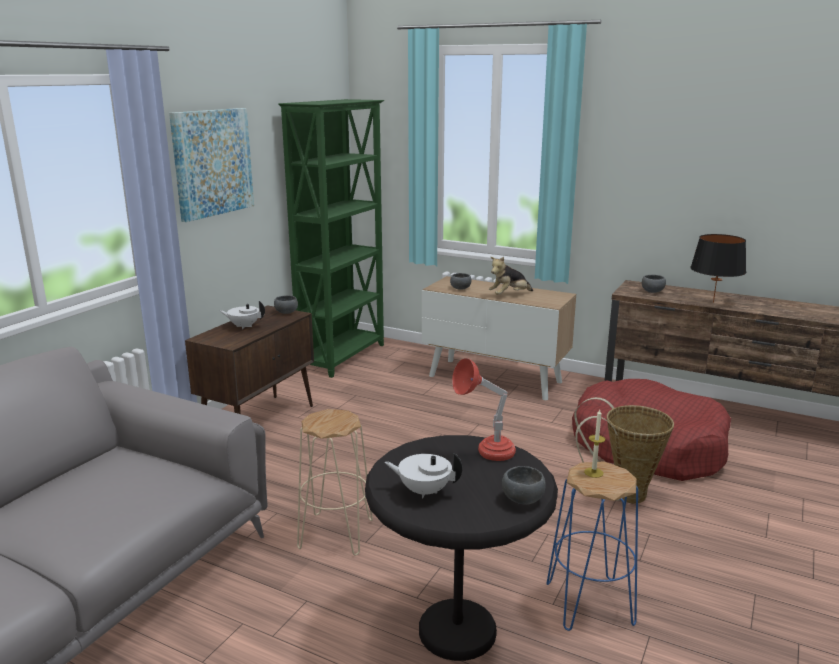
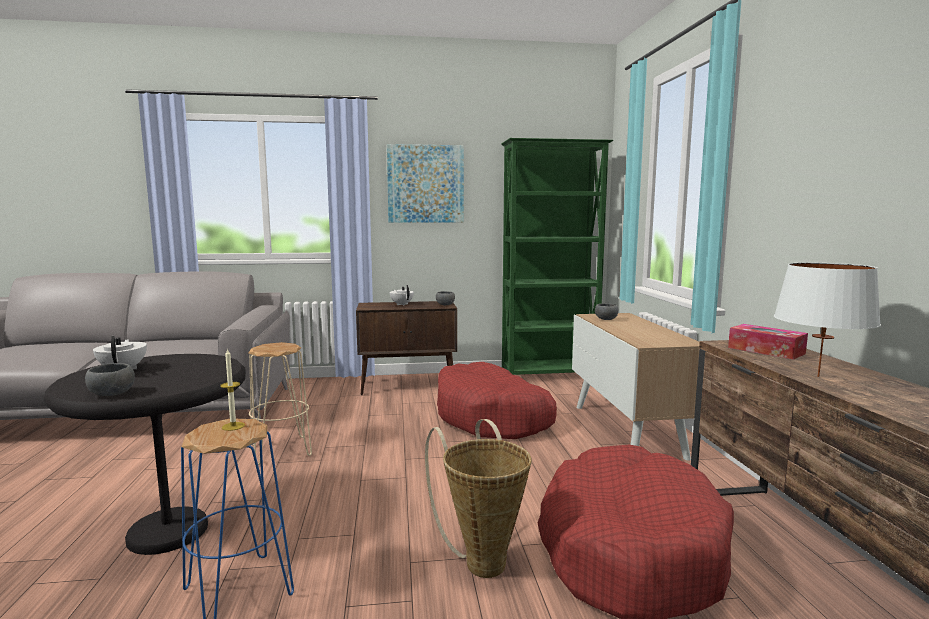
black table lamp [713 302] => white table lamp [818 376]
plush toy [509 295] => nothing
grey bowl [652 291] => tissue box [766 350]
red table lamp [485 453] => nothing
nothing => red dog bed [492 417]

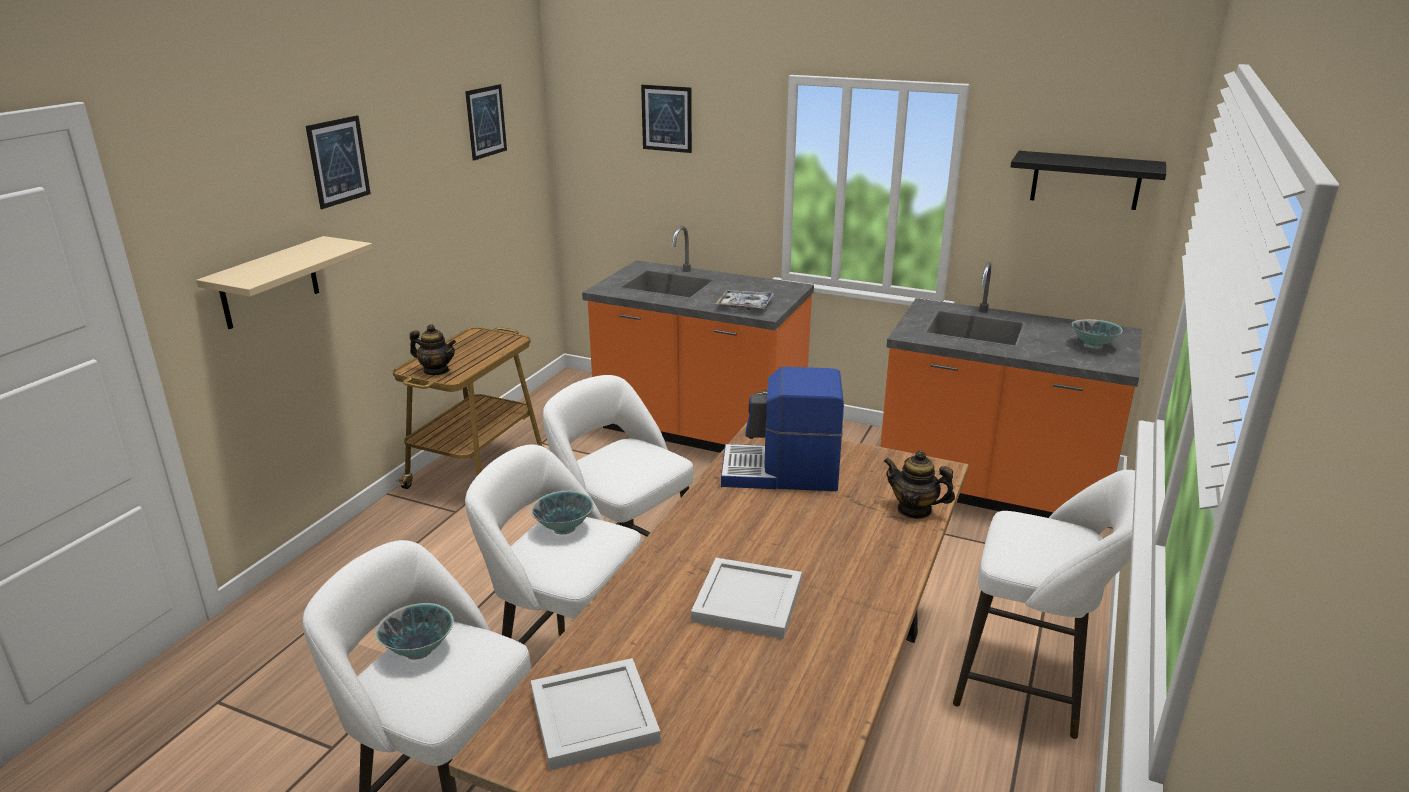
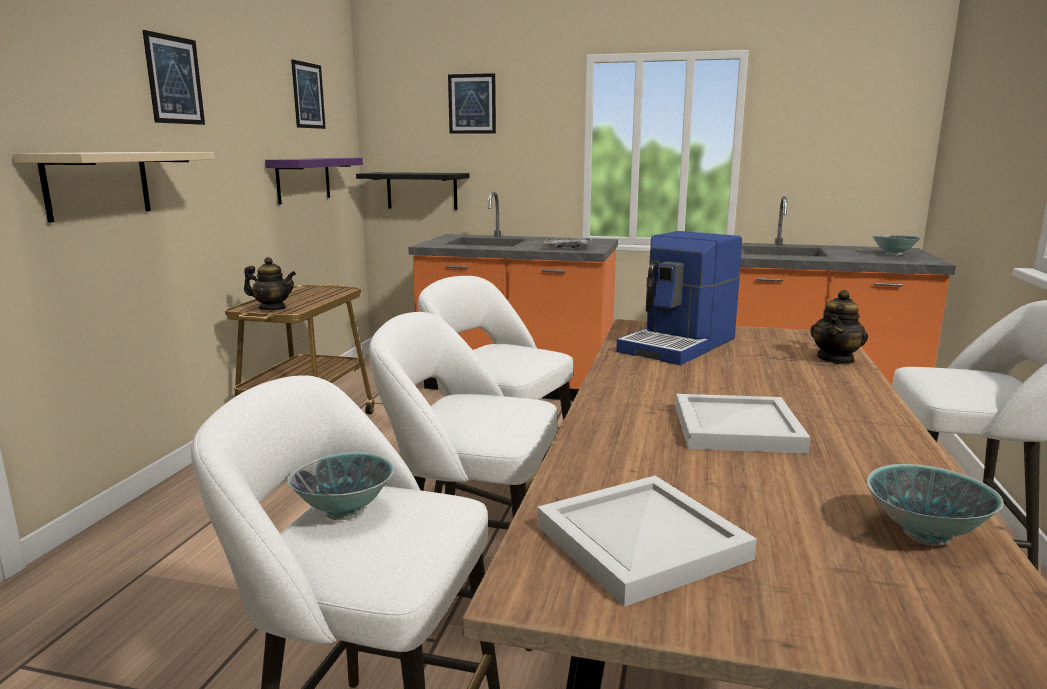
black shelf [1086 180] => black shelf [422 191], move
coffee machine [781 473] => coffee machine [679 345], 45 degrees counterclockwise
teapot [914 510] => teapot [836 359], 75 degrees counterclockwise
bowl [564 528] => bowl [926 534], move
nothing => purple shelf [303 179]

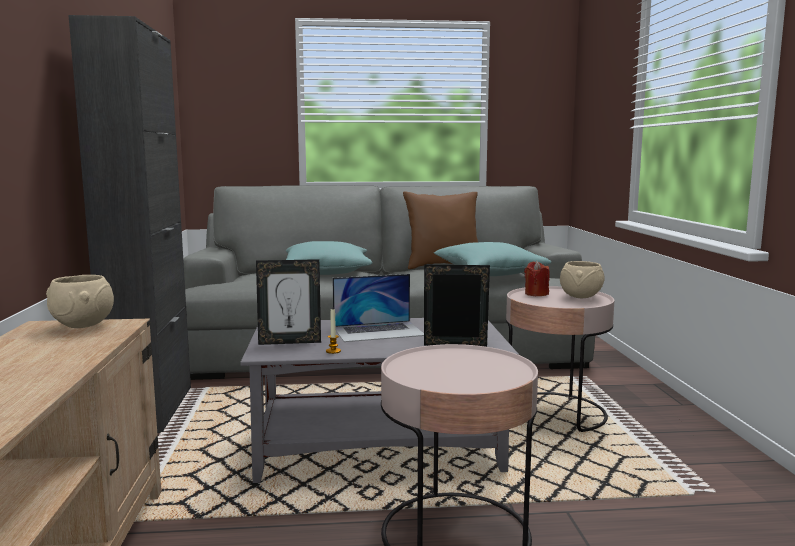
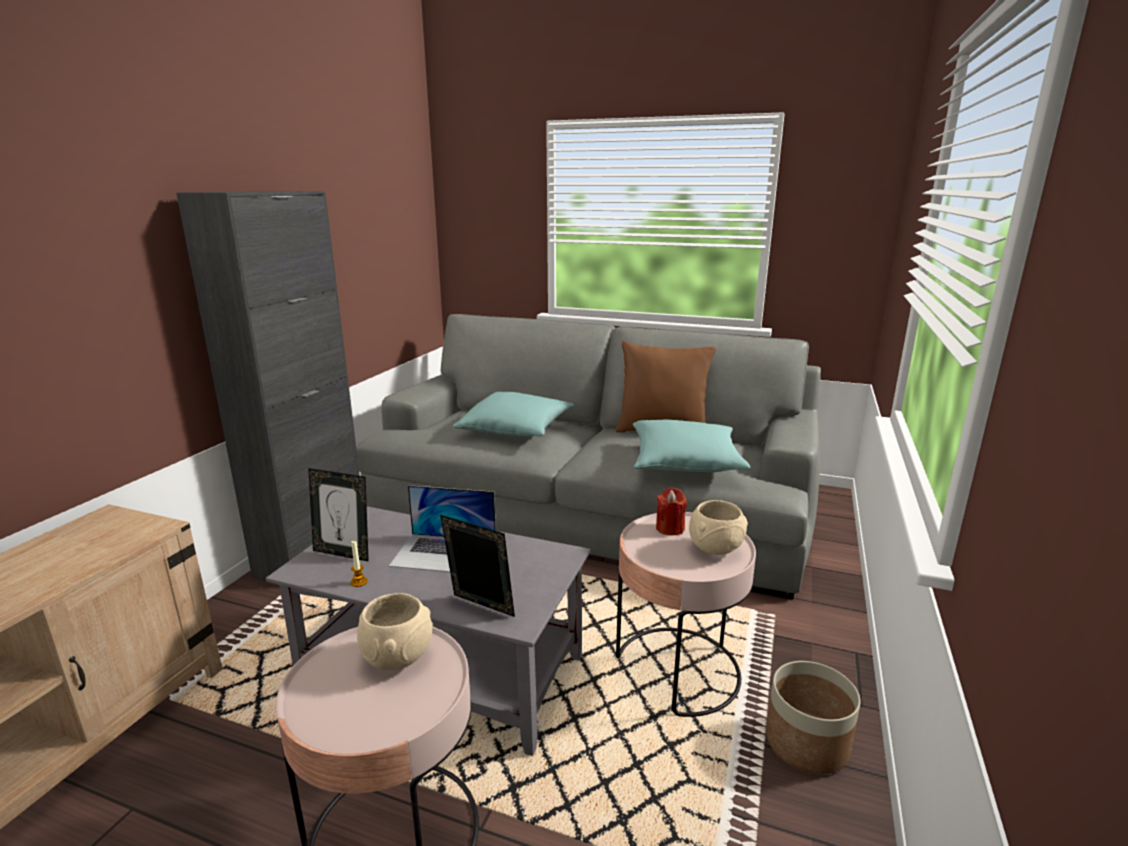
beige bowl [81 326] => beige bowl [396 658], move
nothing => planter [807 743]

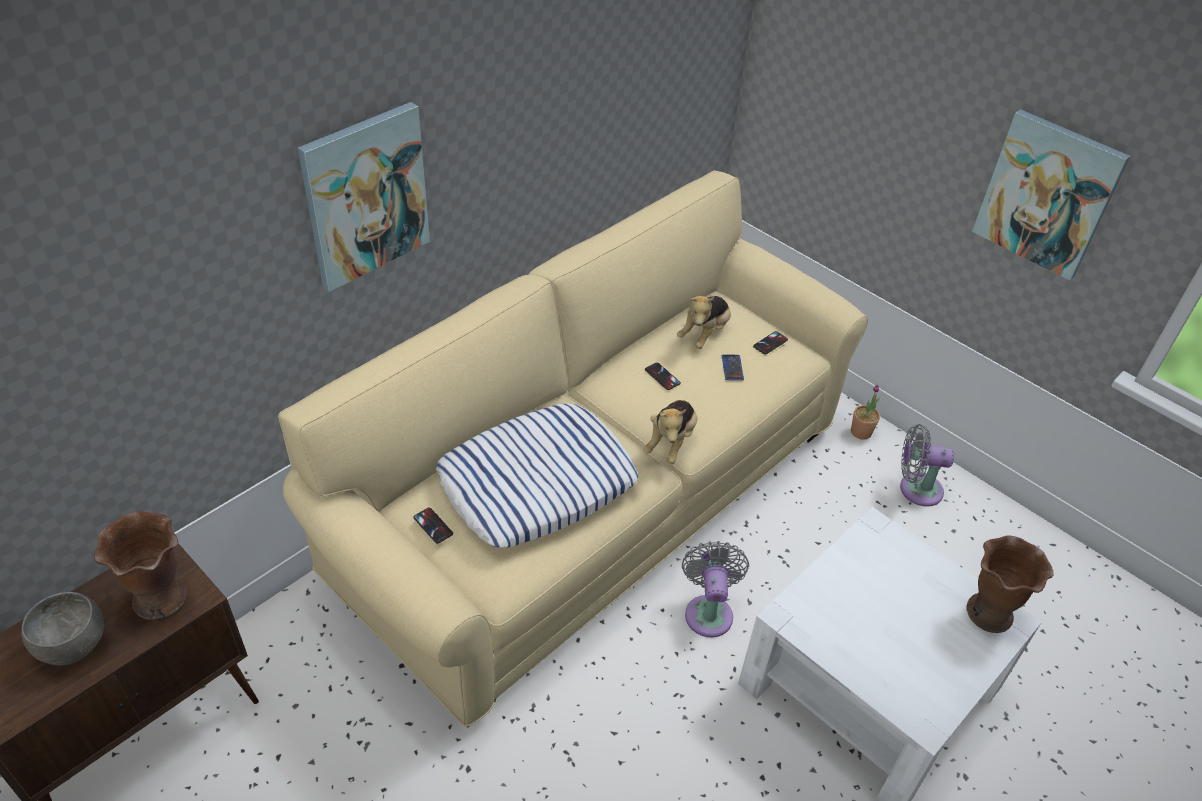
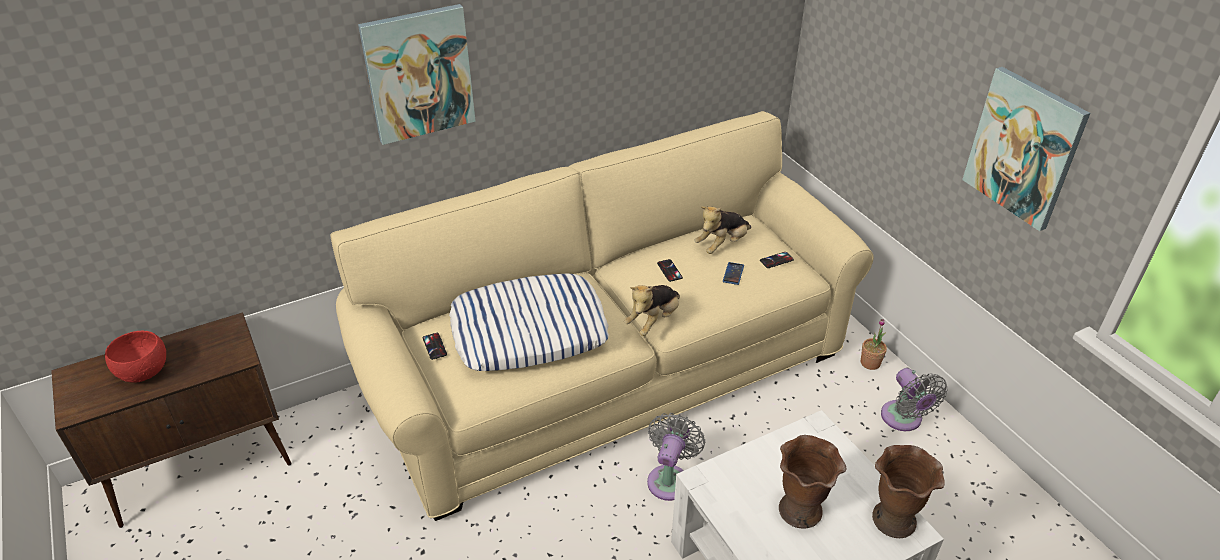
grey fan [916 489] => grey fan [903 419], 135 degrees counterclockwise
brown vase [161 599] => brown vase [800 511], move
grey bowl [75 645] => red bowl [145 372]

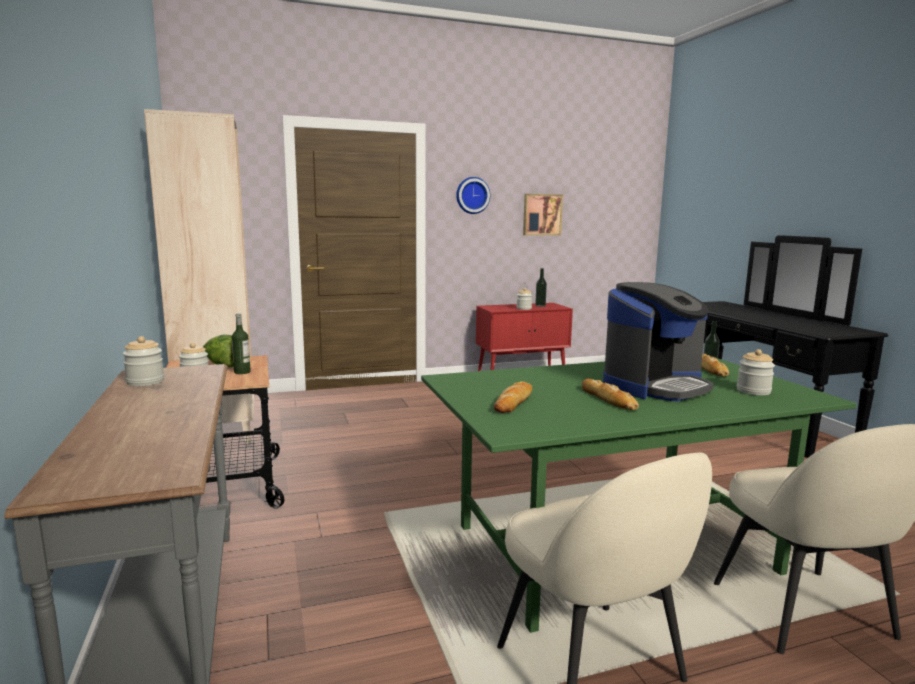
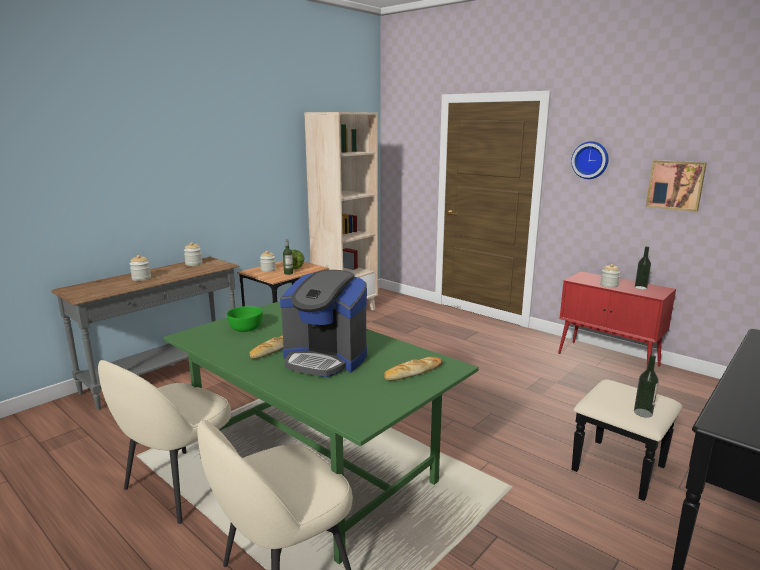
jar [753 391] => jar [141 278], move
bread [514 401] => green bowl [245 328]

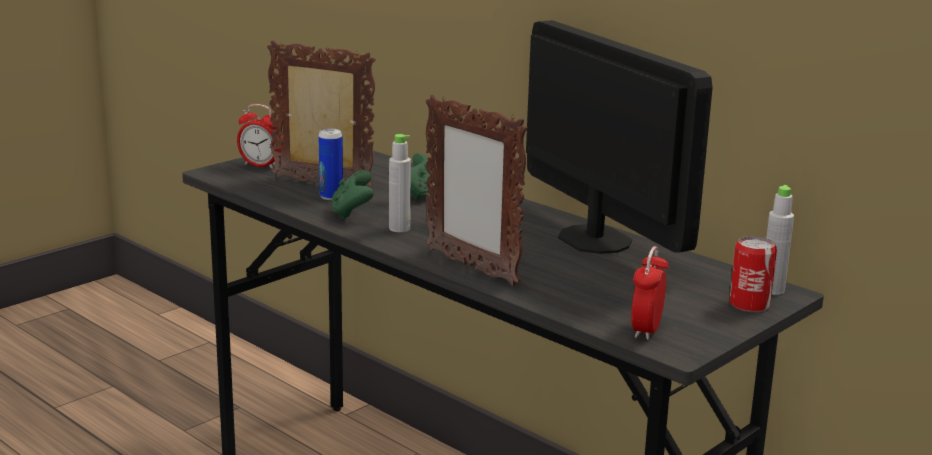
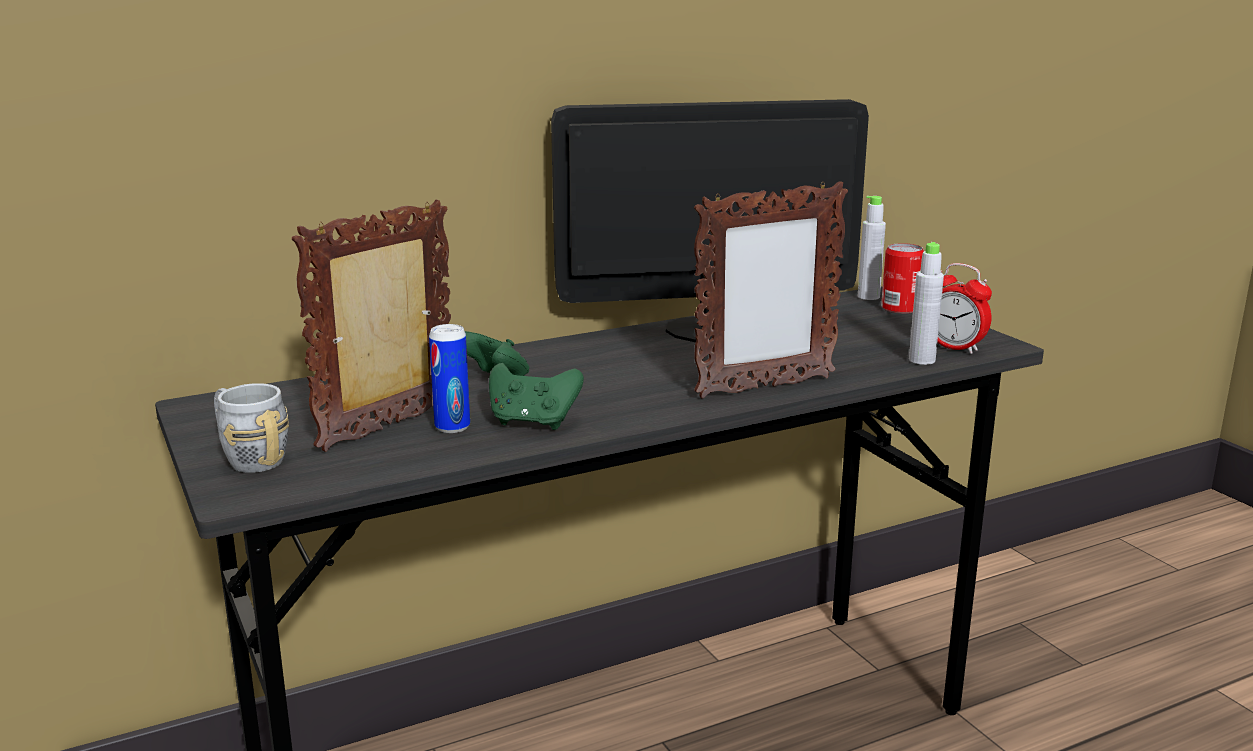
alarm clock [261 165] => grey mug [249 457]
grey bottle [399 228] => grey bottle [922 360], move

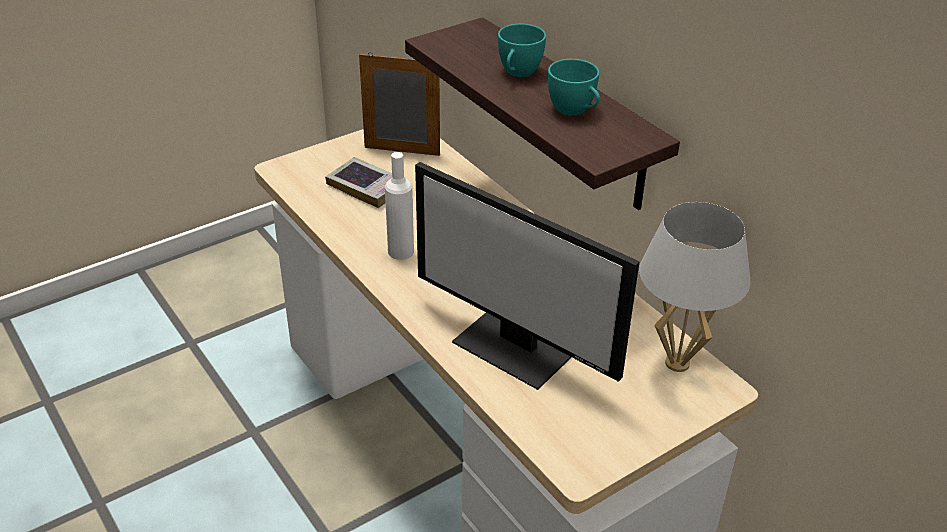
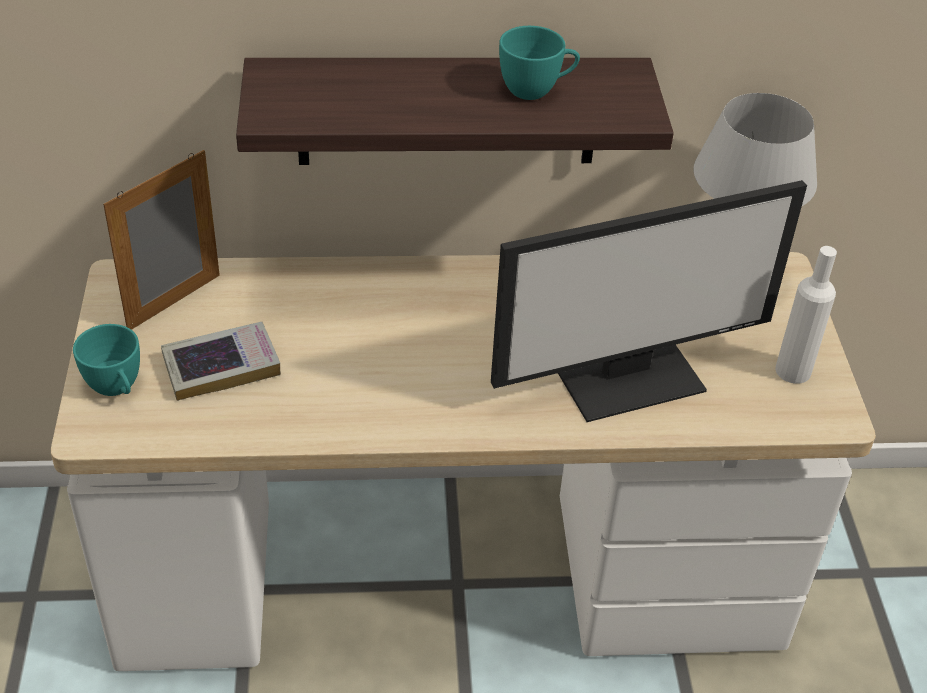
turquoise cup [518 73] => turquoise cup [117 388], move
white bottle [401 251] => white bottle [793 371], move

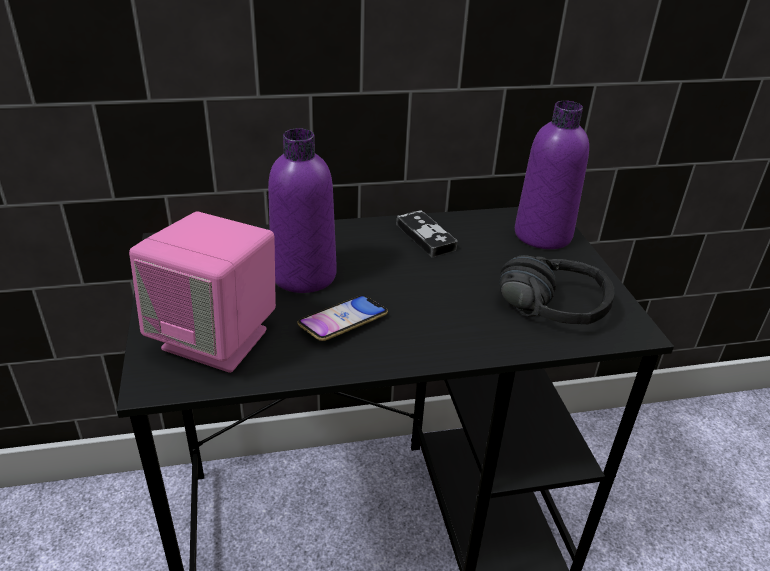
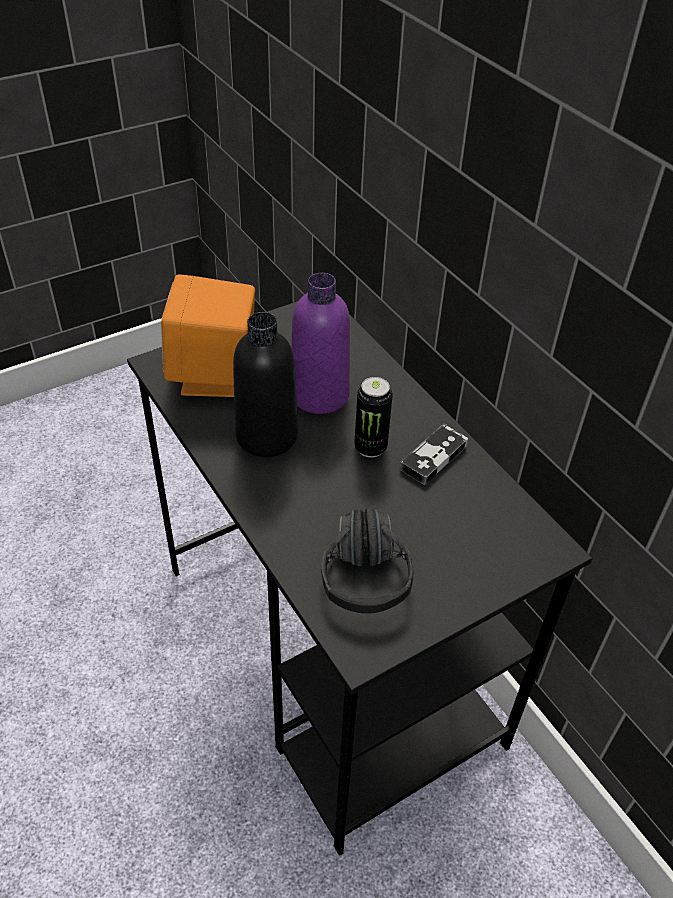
purple bottle [543 235] => nothing
pink speaker [217 339] => orange speaker [214 376]
phone [343 322] => black bottle [267 436]
nothing => can [370 447]

